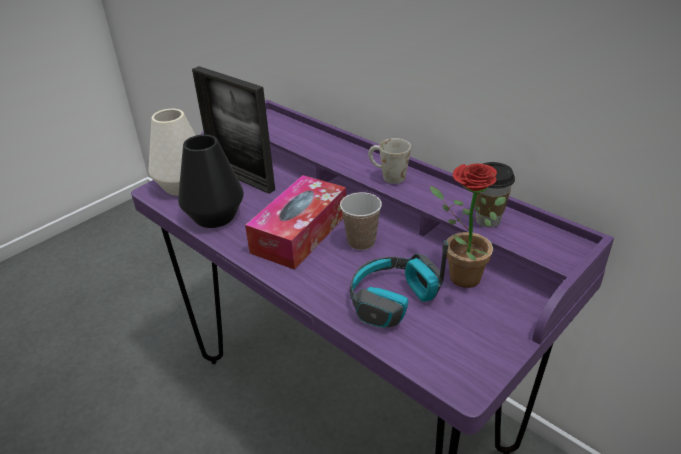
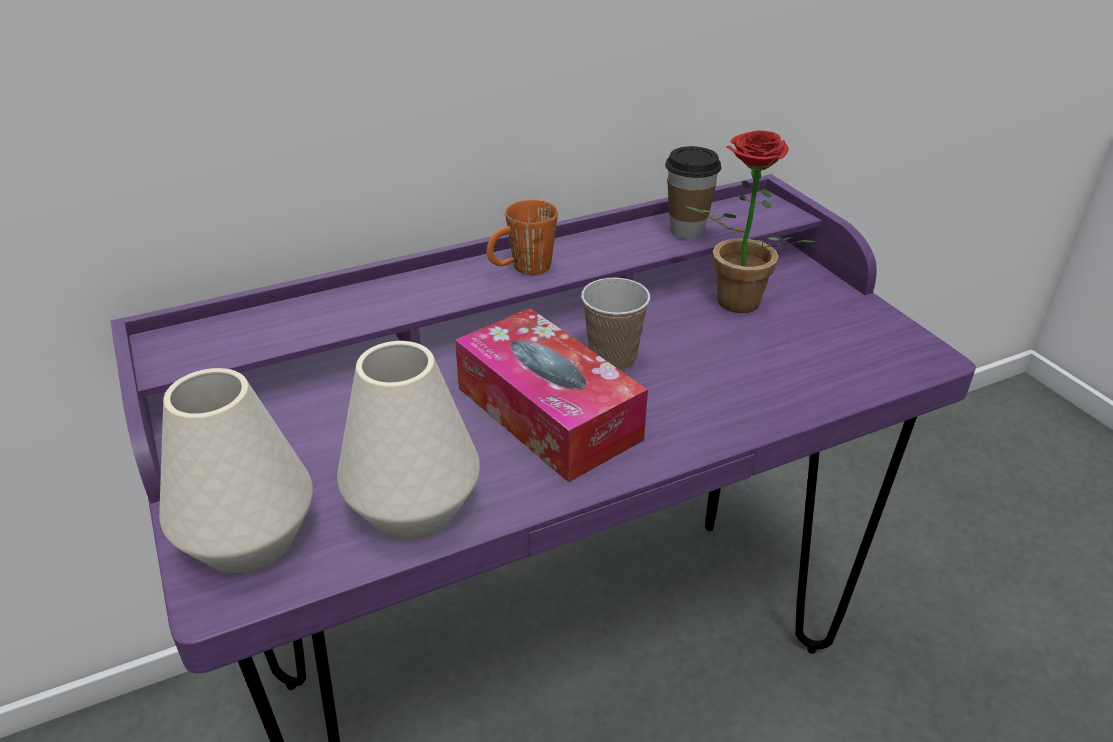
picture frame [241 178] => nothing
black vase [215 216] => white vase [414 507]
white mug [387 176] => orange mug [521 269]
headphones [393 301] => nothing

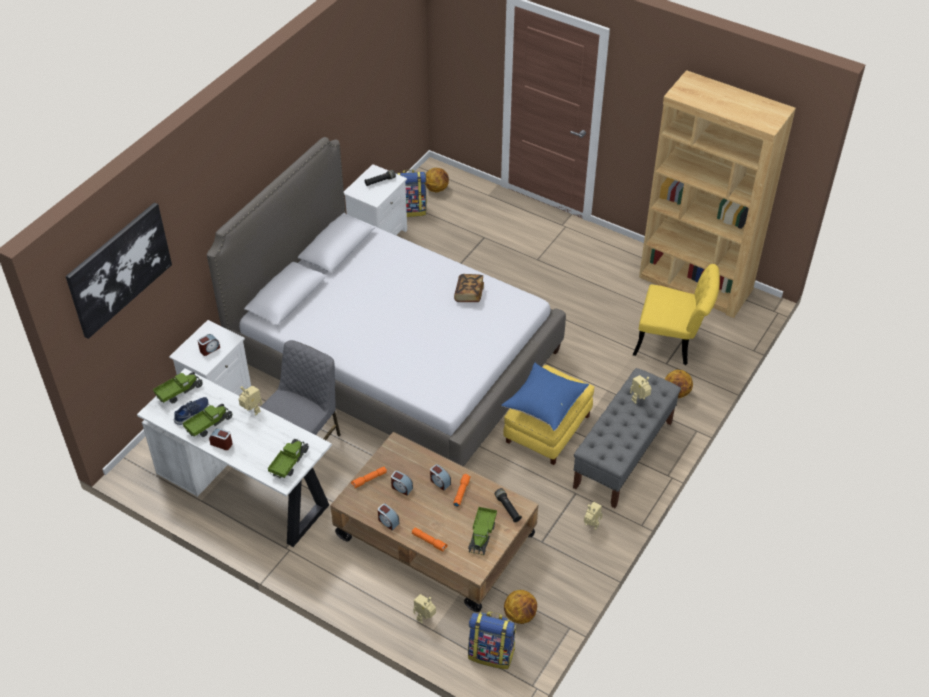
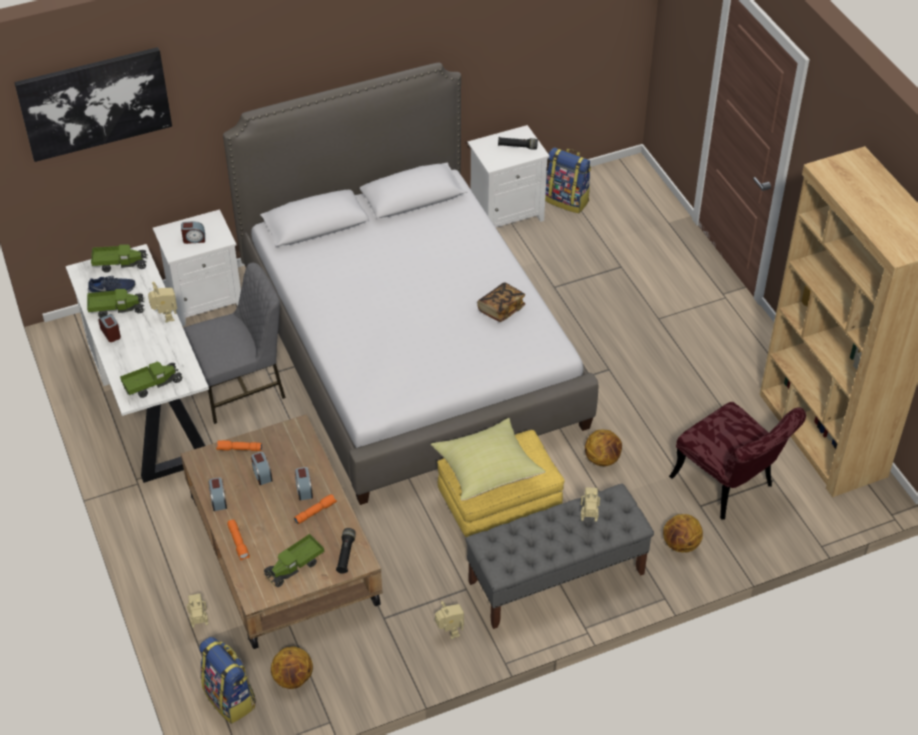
basketball [437 188] => basketball [603 459], move
yellow chair [672 343] => red chair [729 487]
blue pillow [544 404] => yellow pillow [487 469]

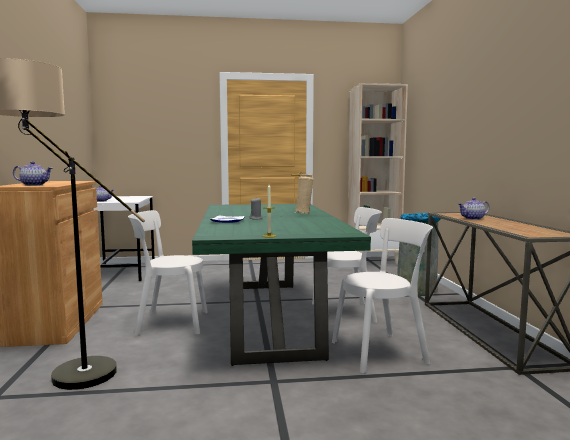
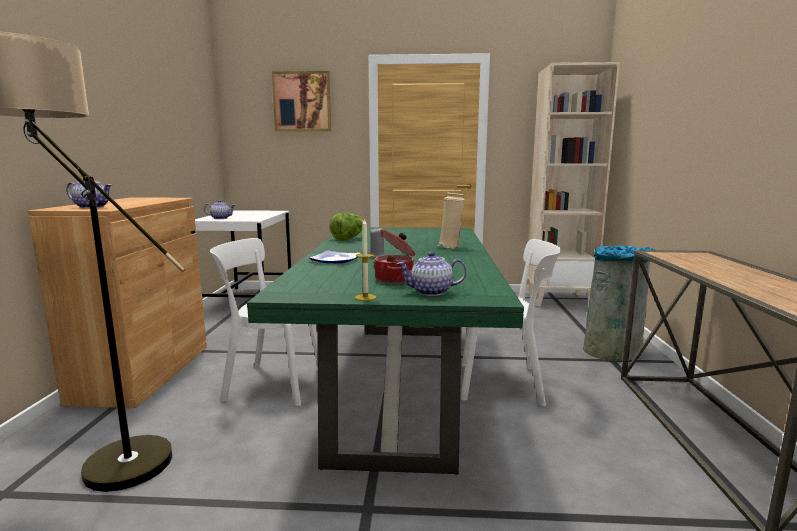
teapot [473 218] => teapot [431 292], move
white chair [382 351] => nothing
nothing => picture [302 102]
nothing => lettuce [348 239]
nothing => cooking pot [395 279]

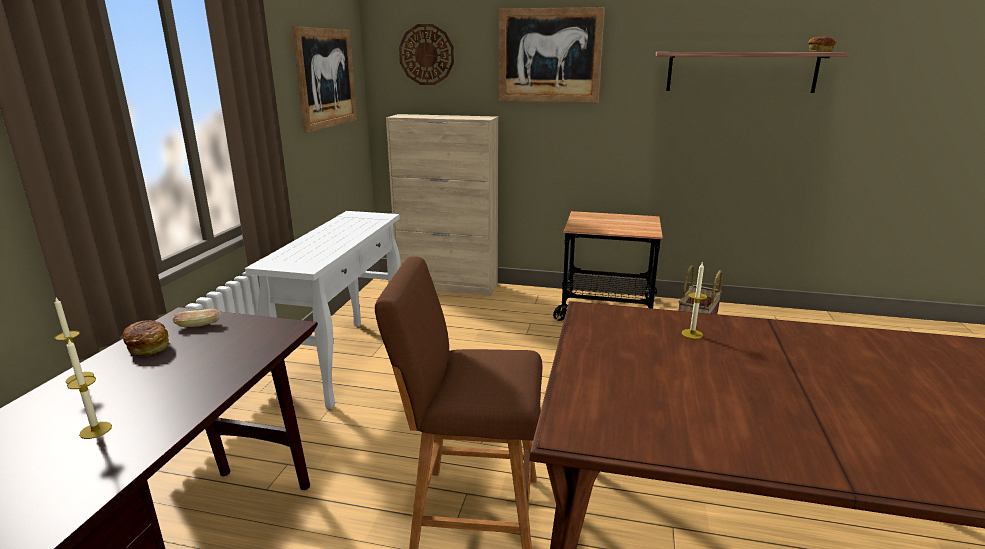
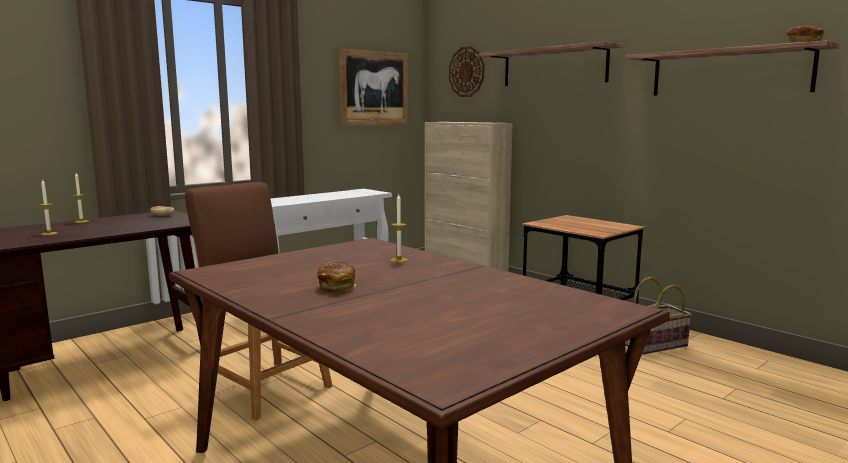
picture [549 56] => shelf [553 67]
bread [148 347] => bread [337 287], move

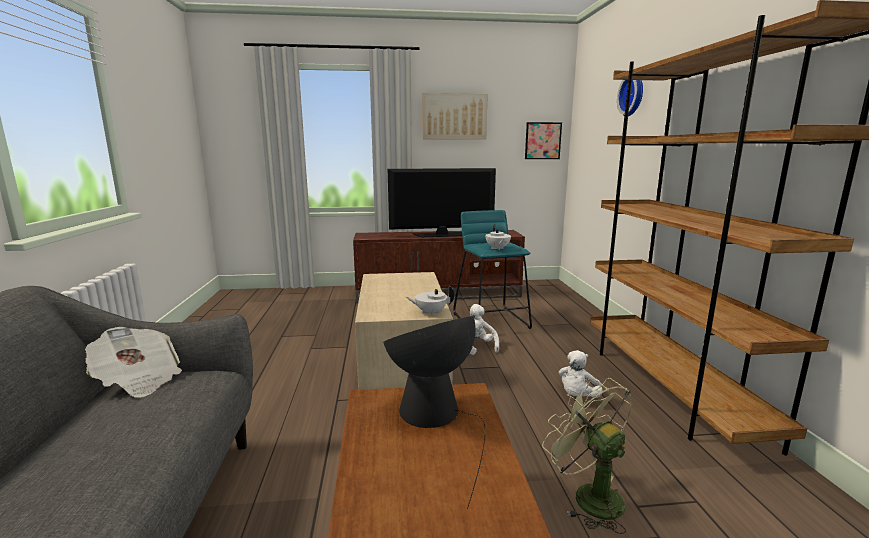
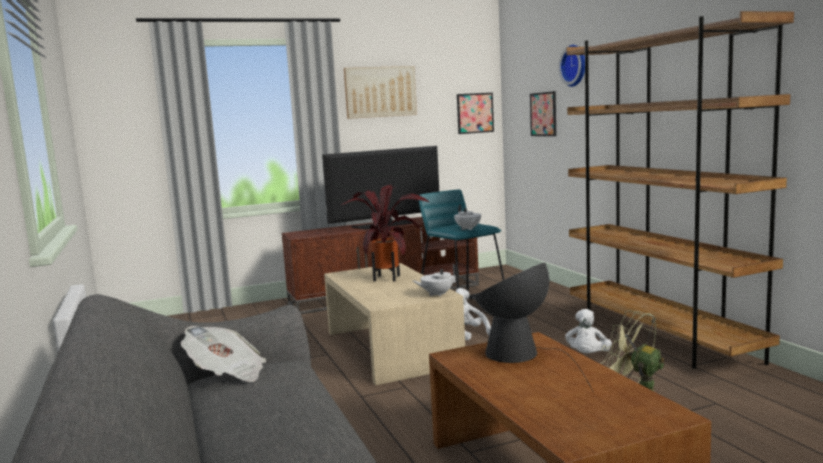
nothing => picture [543 114]
nothing => potted plant [389 277]

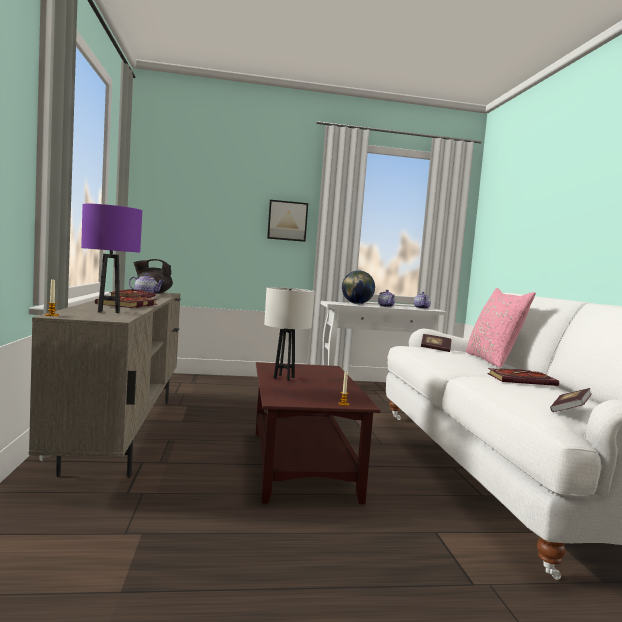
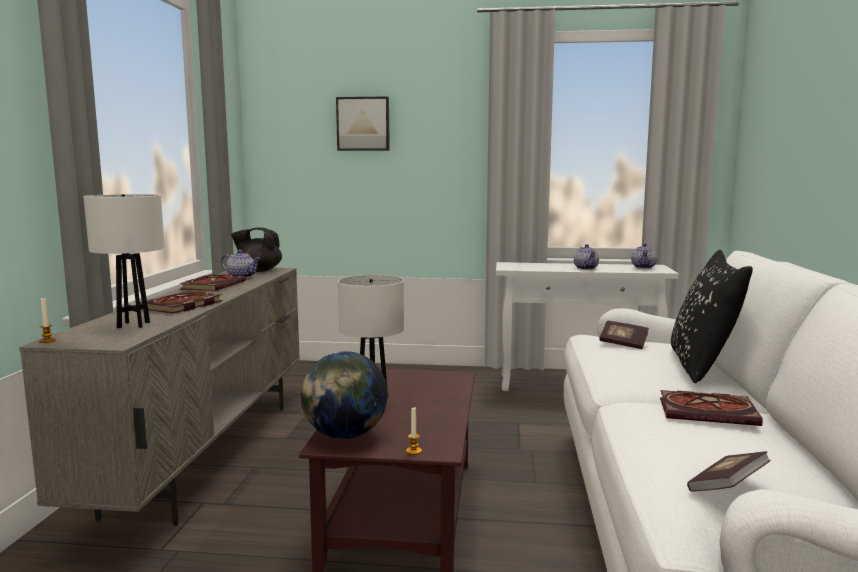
picture [287 221] => picture [363 124], move
purple table lamp [109 311] => white table lamp [133 325]
globe [356 304] => globe [345 436], move
pink pillow [493 361] => black pillow [702 366]

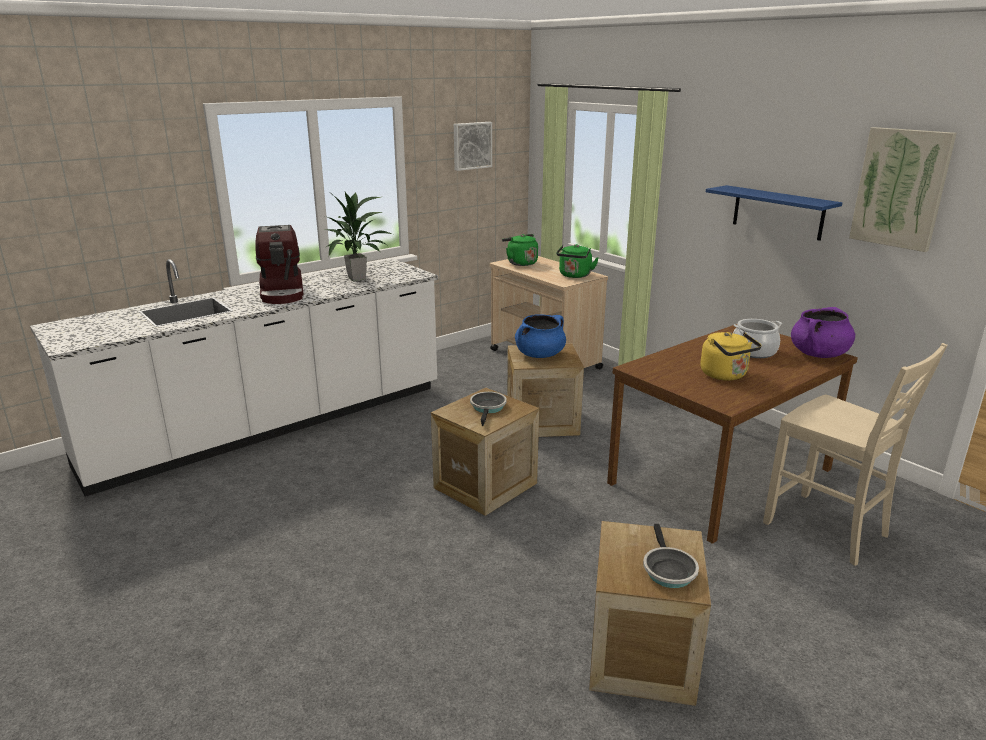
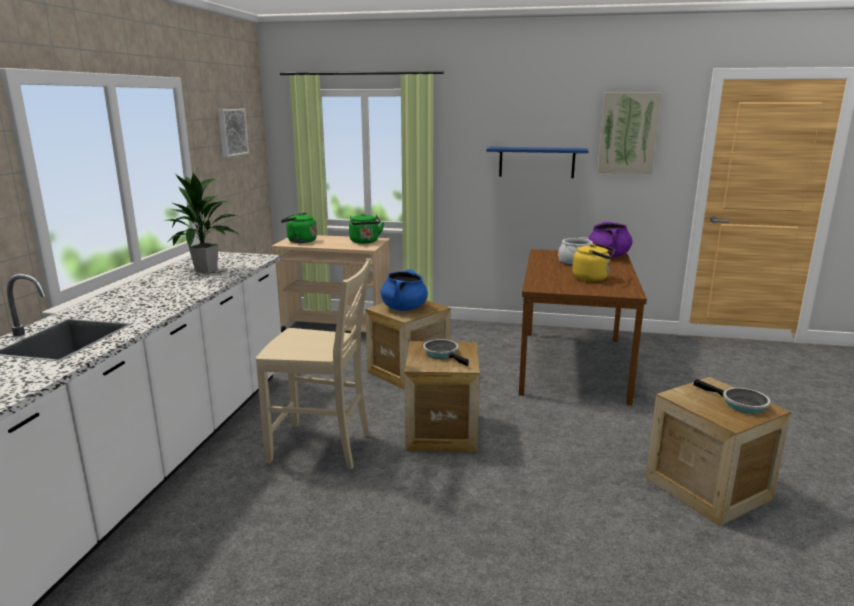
coffee machine [283 293] => nothing
beige chair [828 530] => beige chair [322 447], move

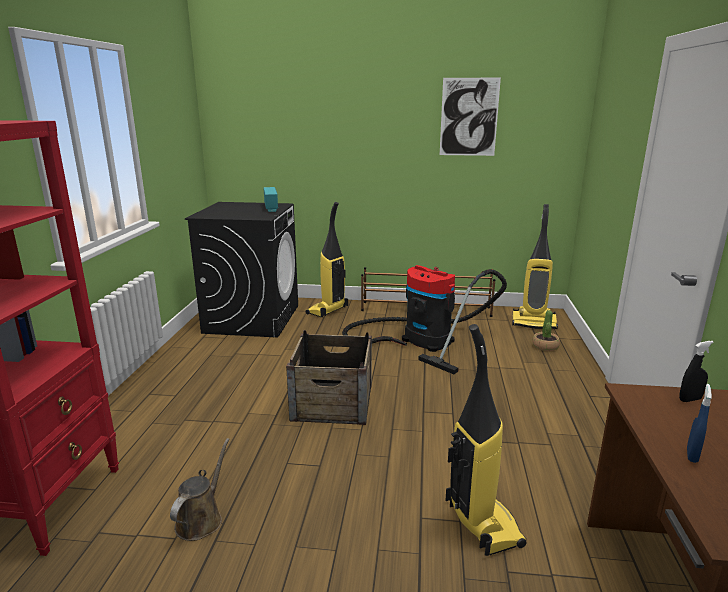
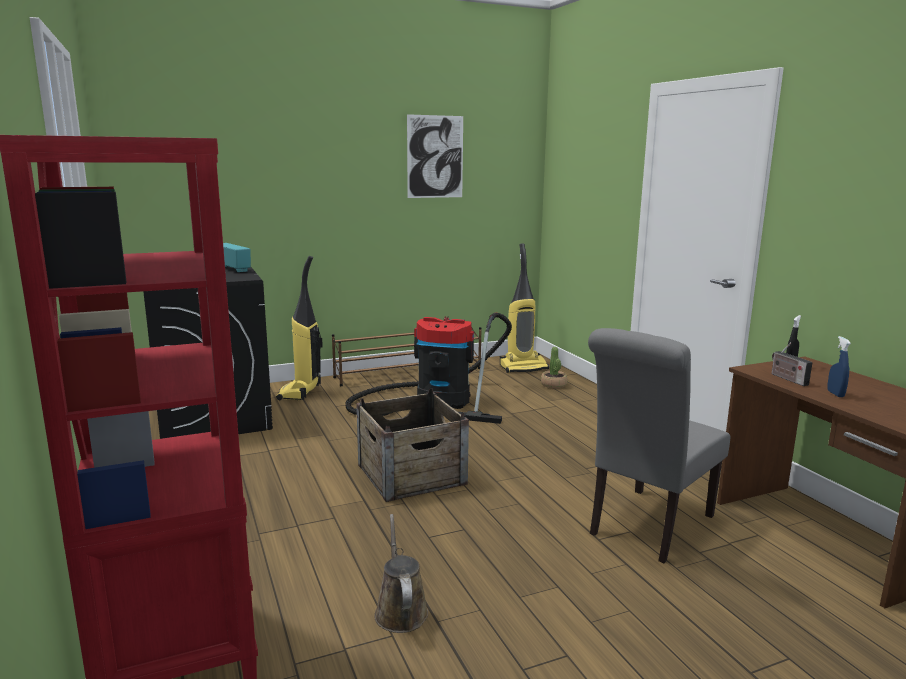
vacuum cleaner [481 523] => grey chair [647 527]
nothing => radio [787 379]

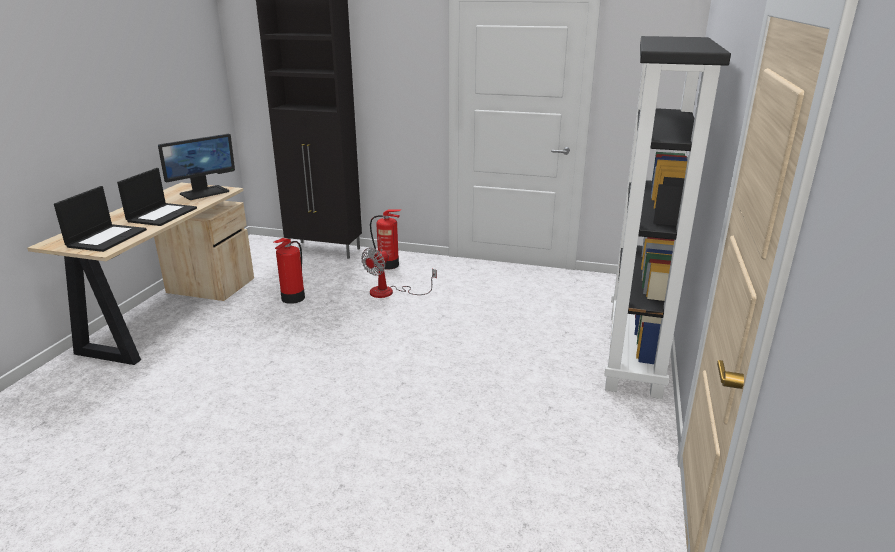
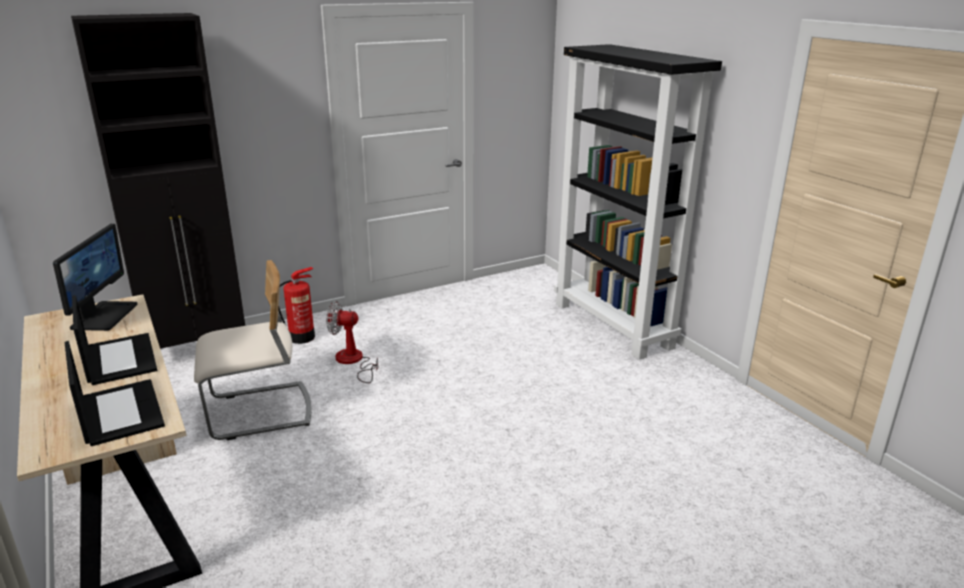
fire extinguisher [292 298] => beige chair [259 412]
fan [390 292] => fan [353 362], 105 degrees clockwise

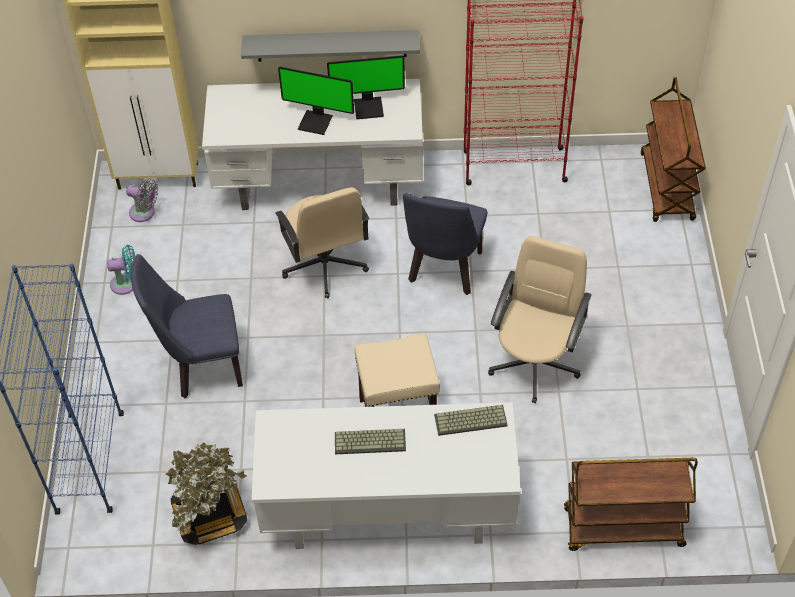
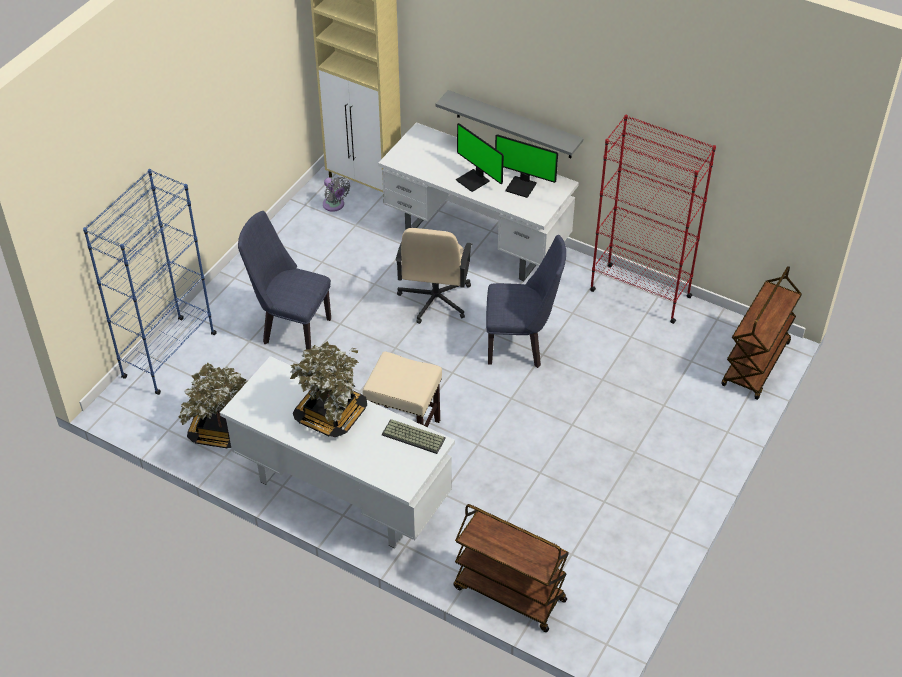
blue chair [444 272] => blue chair [521 345], 135 degrees counterclockwise
beige office chair [535 363] => nothing
turquoise fan [126 283] => nothing
keyboard [370 441] => potted plant [331 415]

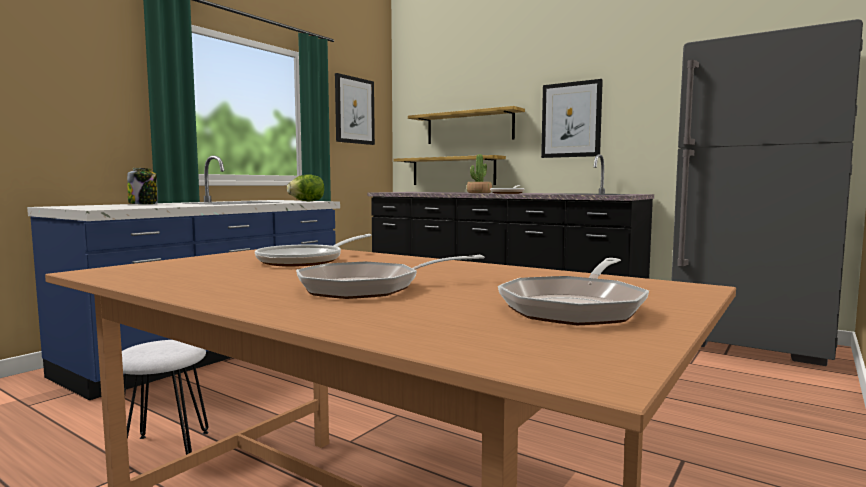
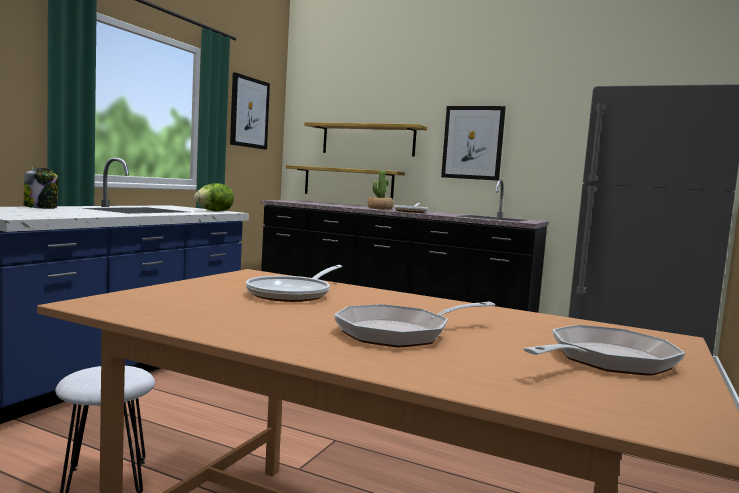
frying pan [576 307] => frying pan [606 360], 150 degrees counterclockwise

